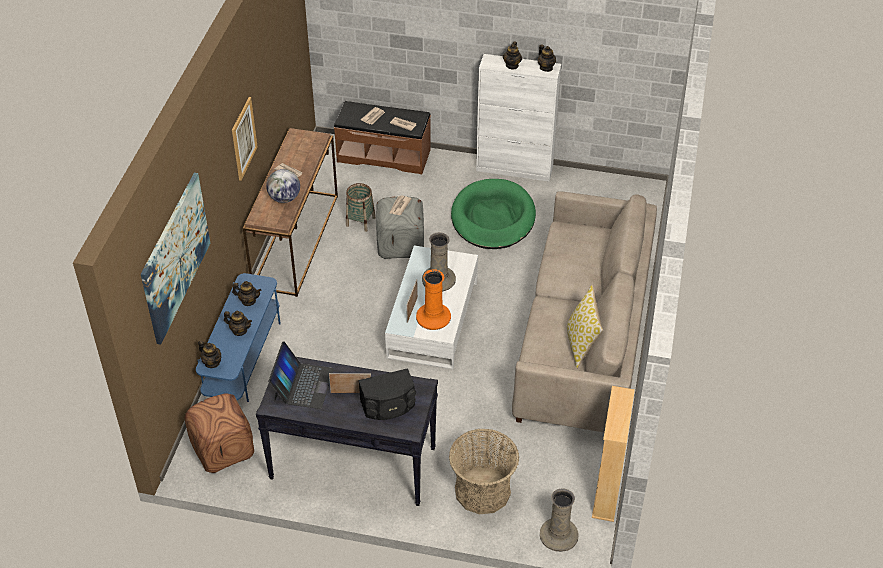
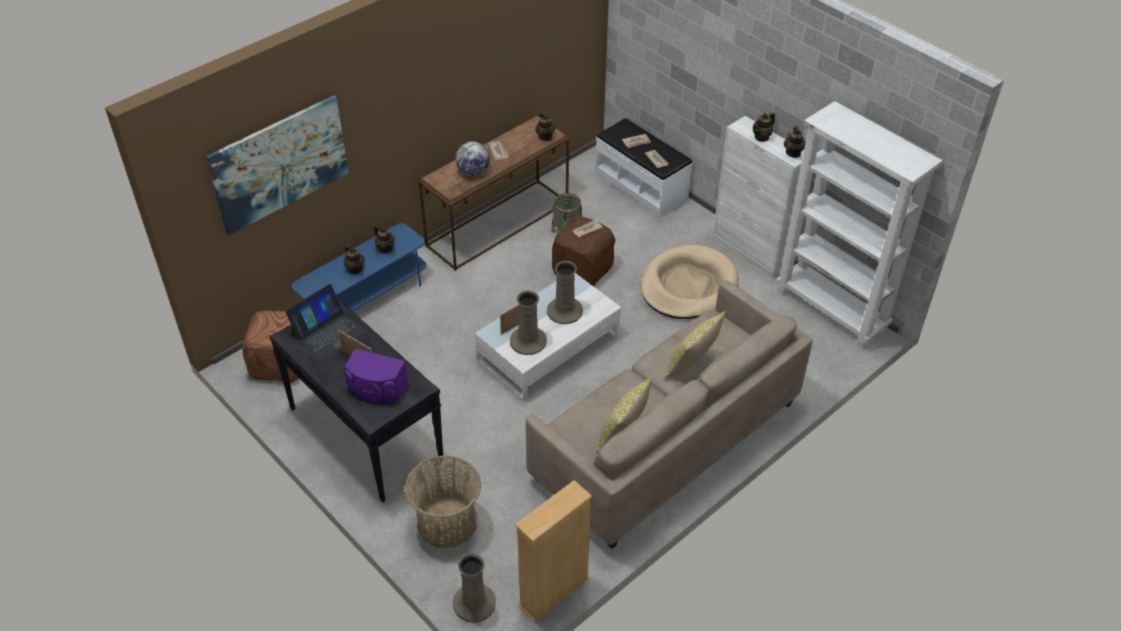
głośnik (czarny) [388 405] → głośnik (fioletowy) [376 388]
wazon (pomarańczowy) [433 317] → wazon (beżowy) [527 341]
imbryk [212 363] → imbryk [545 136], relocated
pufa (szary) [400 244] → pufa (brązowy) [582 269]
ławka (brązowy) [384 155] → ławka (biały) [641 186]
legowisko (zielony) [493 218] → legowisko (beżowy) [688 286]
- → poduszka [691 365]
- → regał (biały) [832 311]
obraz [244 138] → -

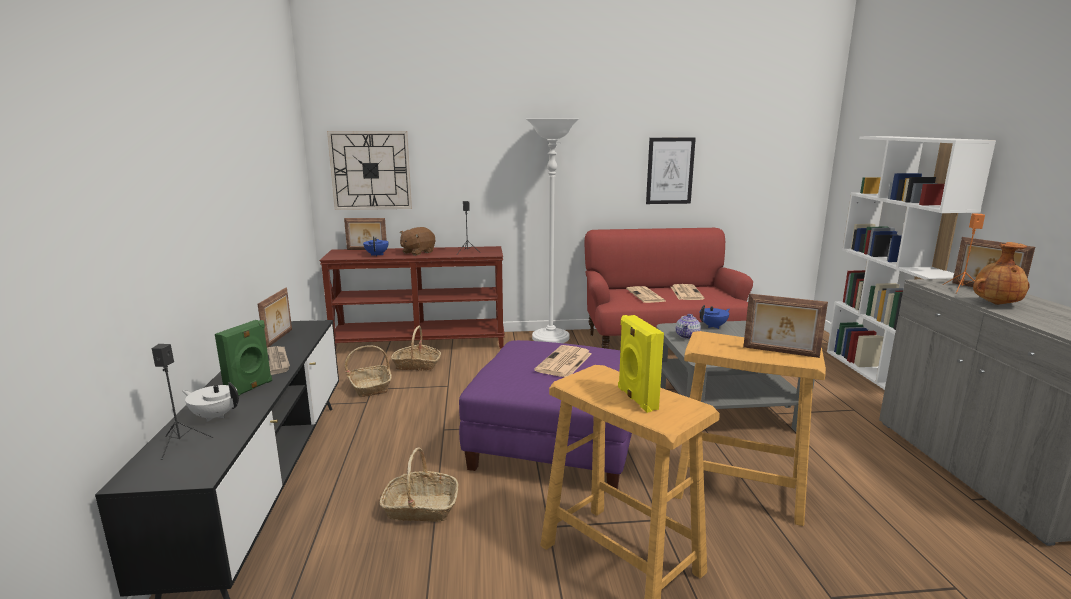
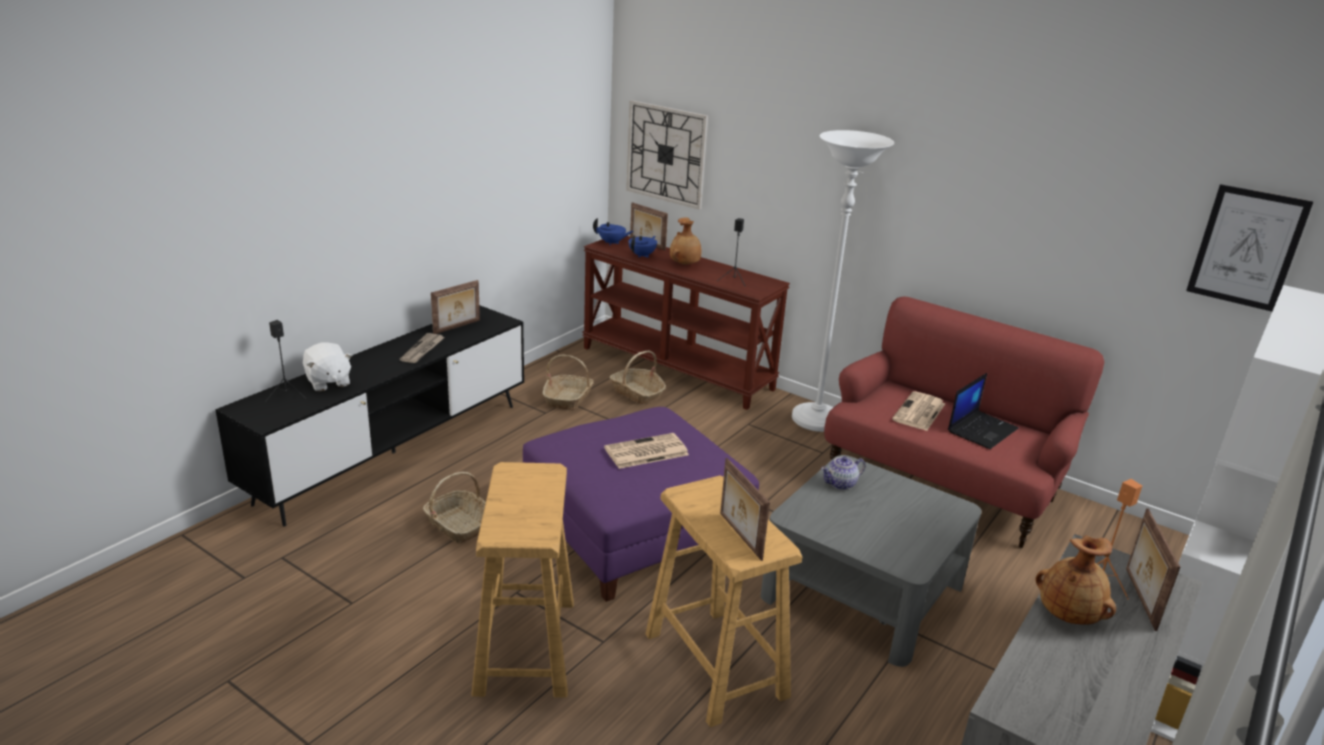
imbryk (biały) [215 416] → pluszak (biały) [328 382]
imbryk (niebieski) [713 326] → imbryk (niebieski) [612 243], relocated
pluszak (brązowy) [417 252] → wazon (brązowy) [685 264]
gazeta [686 293] → laptop [982 429]
obraz [670 171] → obraz [1247 248], relocated
głośnik (zielony) [250 389] → -
głośnik (żółty) [636 399] → -

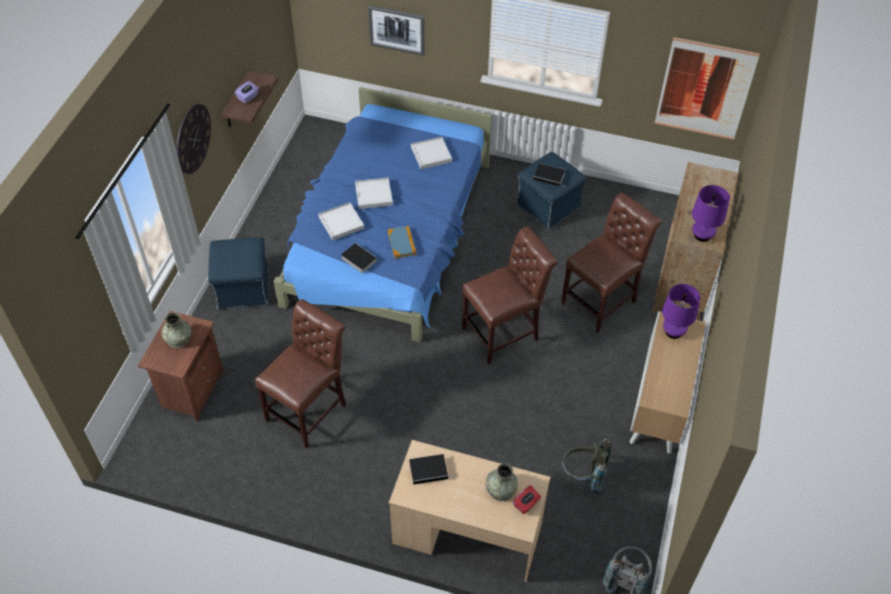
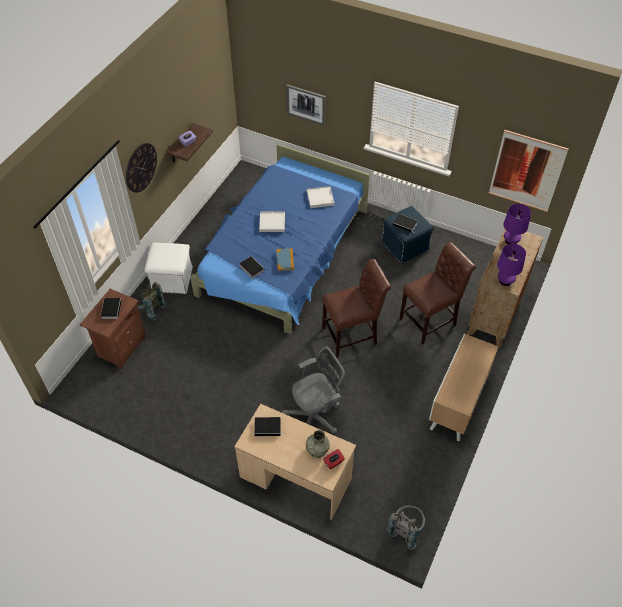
wazon (szary) [178 338] → książka [111 309]
plecak (szary) [583 476] → plecak (szary) [149 310], relocated
pufa (niebieski) [242 288] → pufa (biały) [171 279]
- → krzesło biurowe (szary) [315 416]
lampa stołowa (fioletowy) [673 331] → lampa stołowa (fioletowy) [511 240], relocated
krzesło (brązowy) [310 409] → -
taca (biały) [341 222] → -

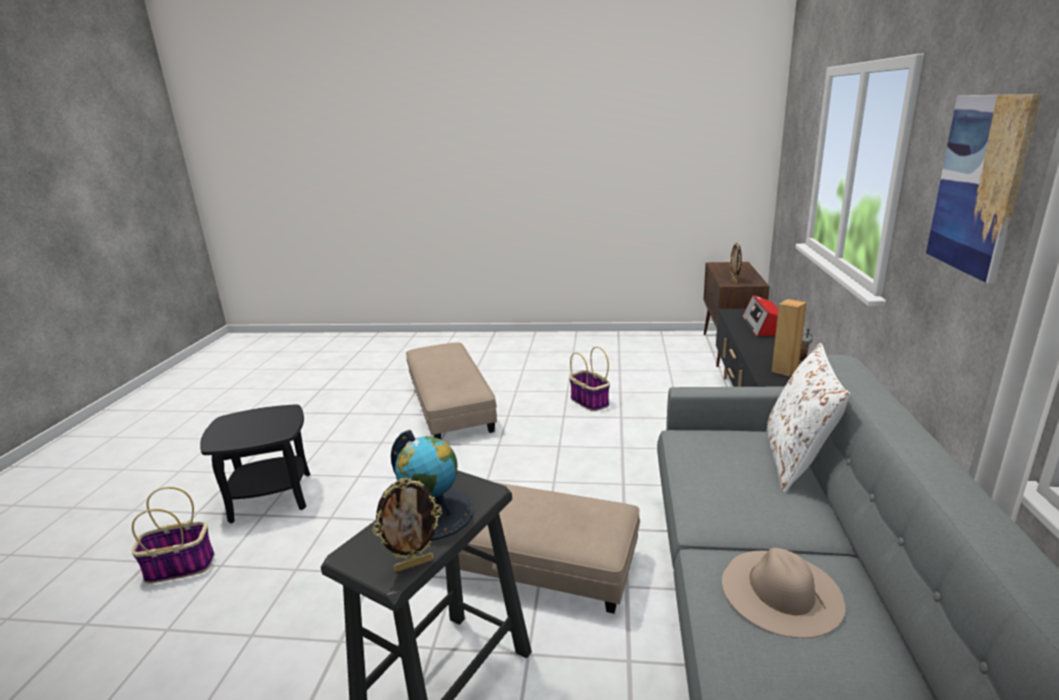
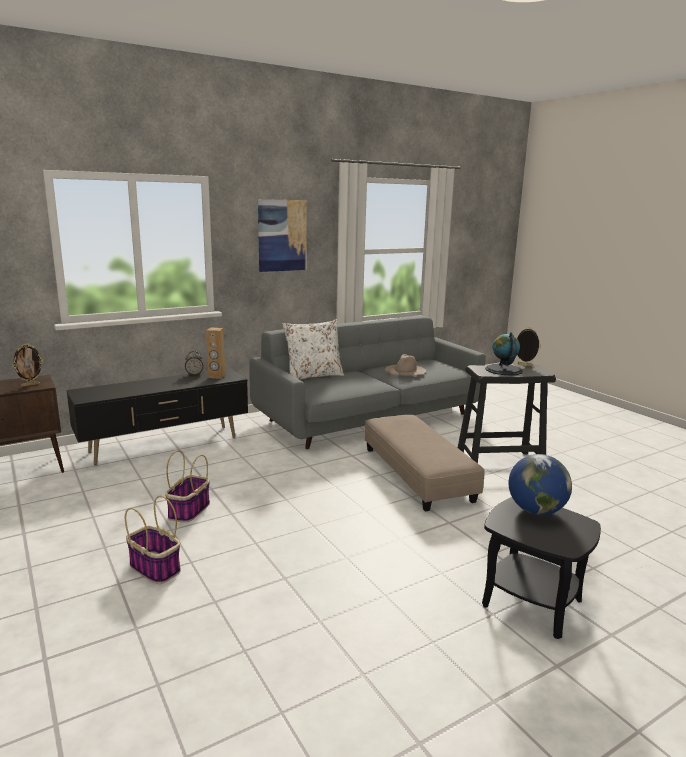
koszyk [178 567] → koszyk [156 568], relocated
- → globus [536 511]
pufa (beżowy) [450 404] → -
radio [762 326] → -

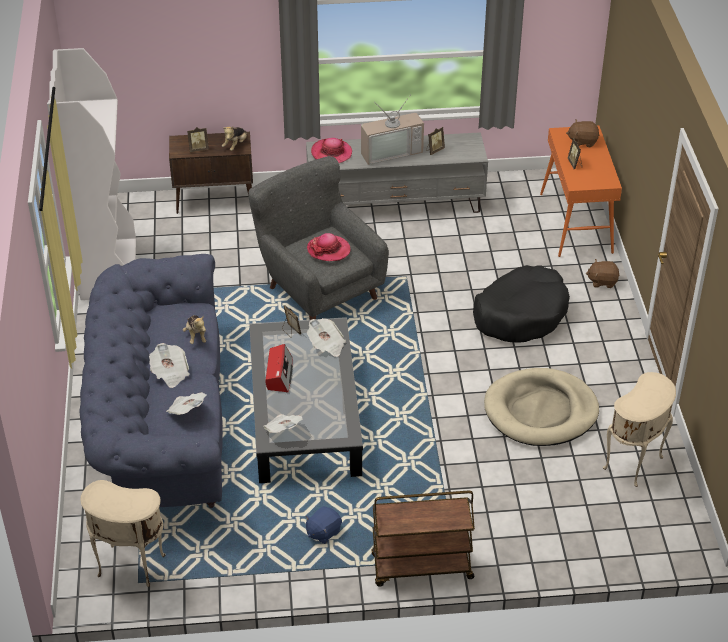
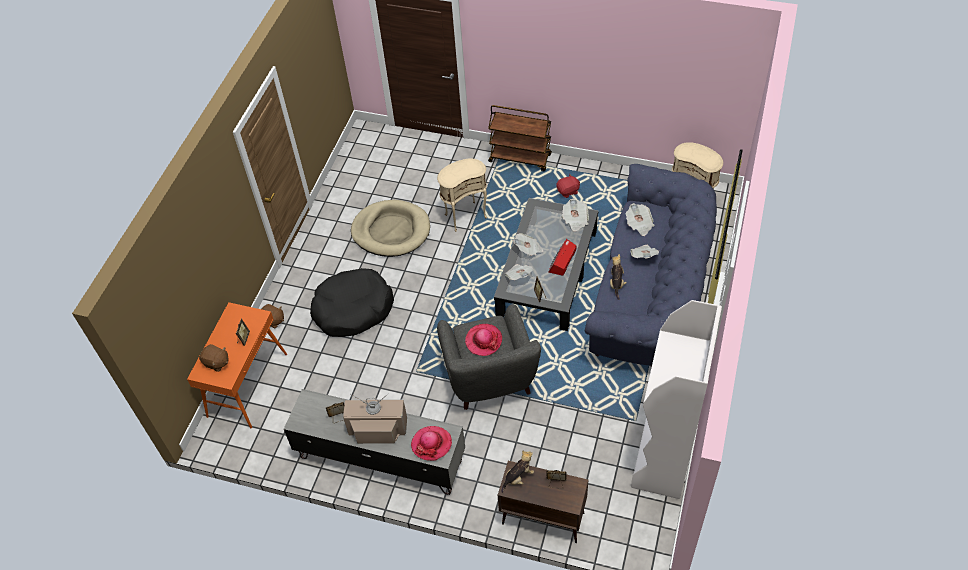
stolik (beżowy) [635 464] → stolik (beżowy) [464 215], relocated
- → gazeta [528 250]
pluszak (niebieski) [323 532] → pluszak (czerwony) [568 191]

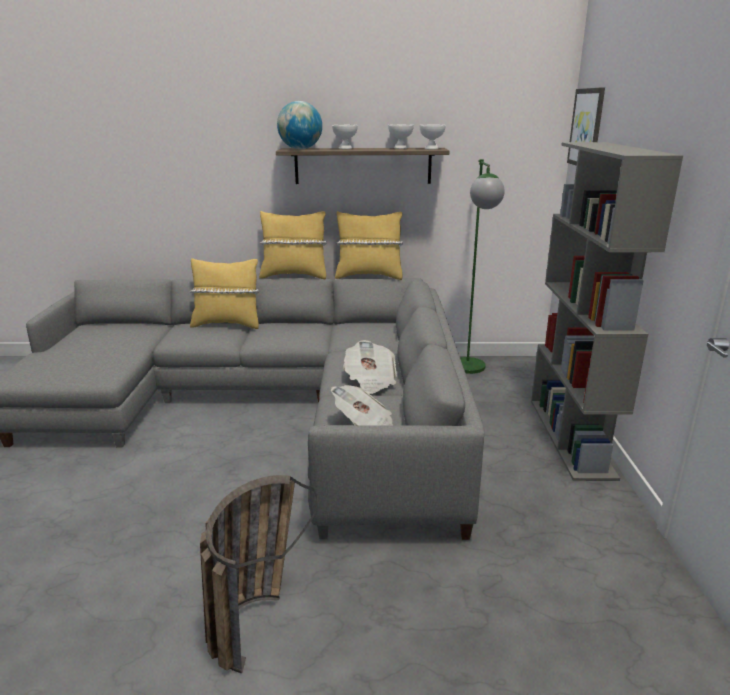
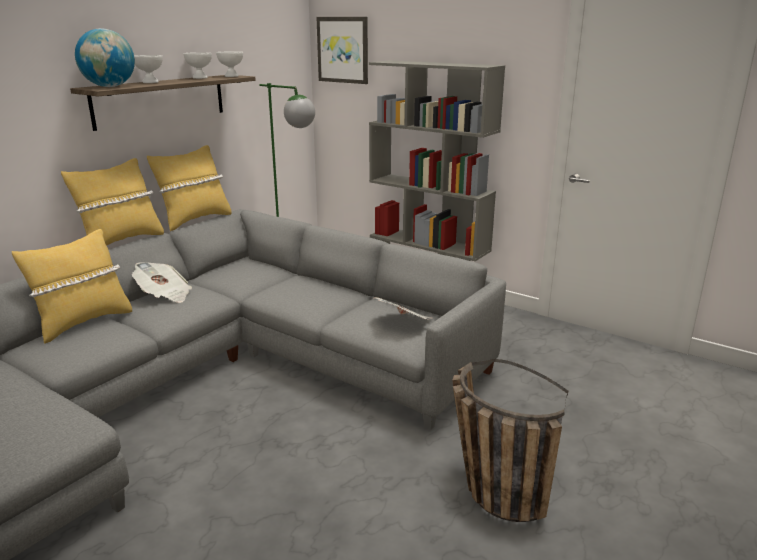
gazeta [370 381] → gazeta [164 295], relocated

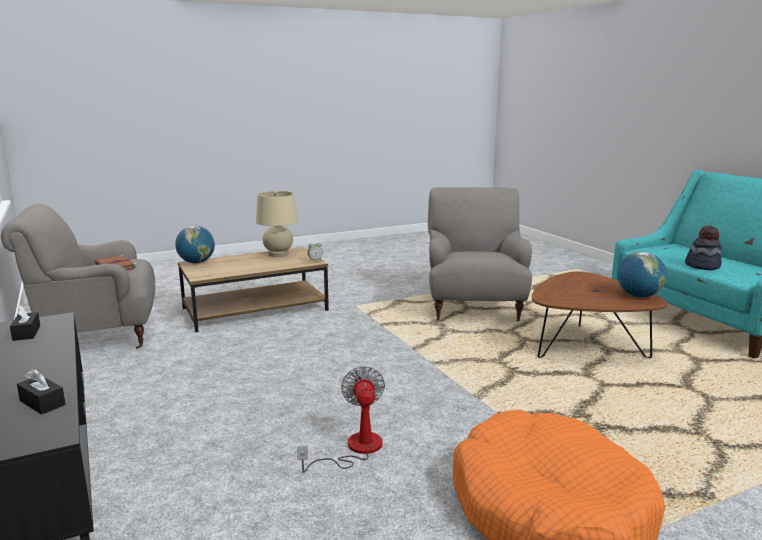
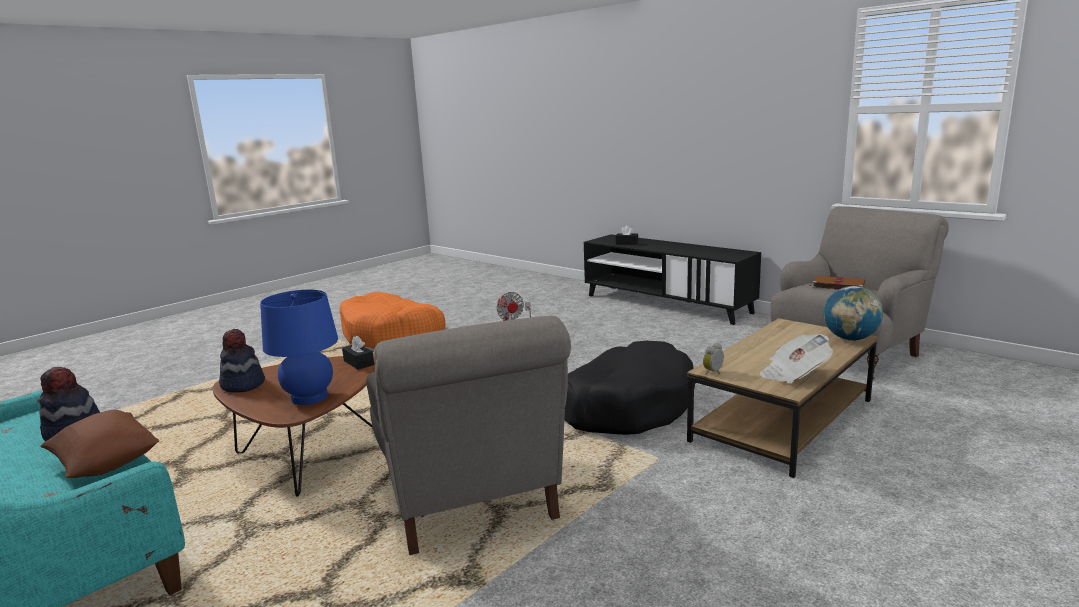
- → poduszka (brązowy) [106 464]
globus [638 296] → kapelusz [242 385]
- → lampa stołowa (niebieski) [309 397]
pudełko chusteczek (czarny) [26 333] → pudełko chusteczek (czarny) [359 363], relocated
- → legowisko (czarny) [626 405]
lampa stołowa (beżowy) [278 254] → gazeta [794 375]

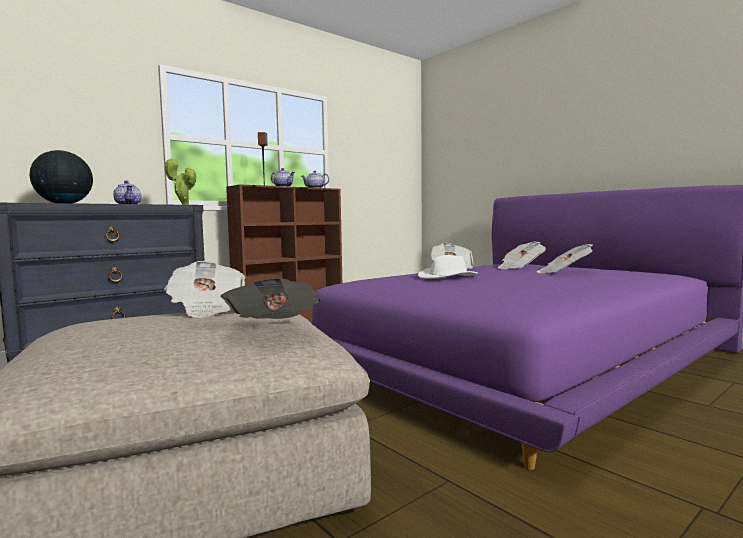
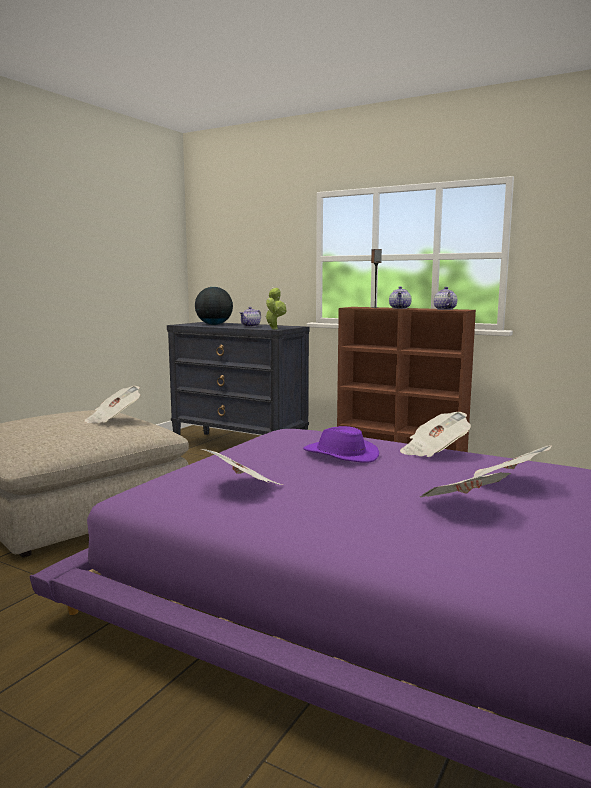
gazeta [274 328] → gazeta [242 487], relocated
kapelusz (biały) [447 277] → kapelusz (fioletowy) [340 455]

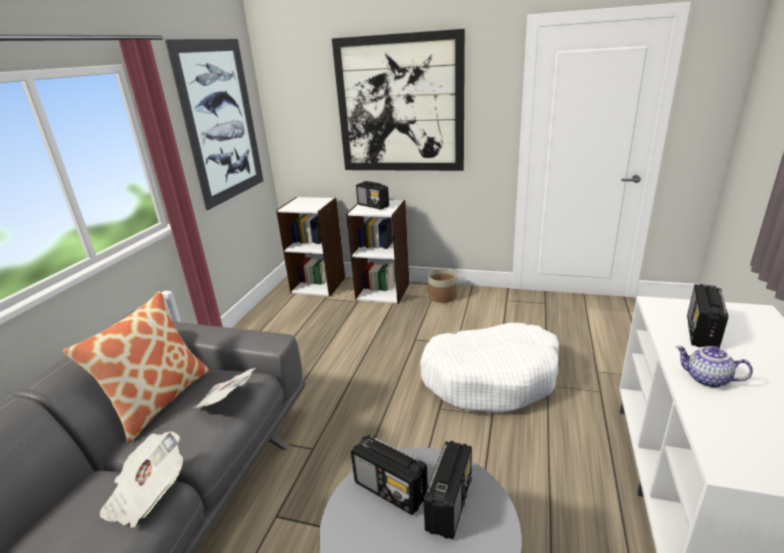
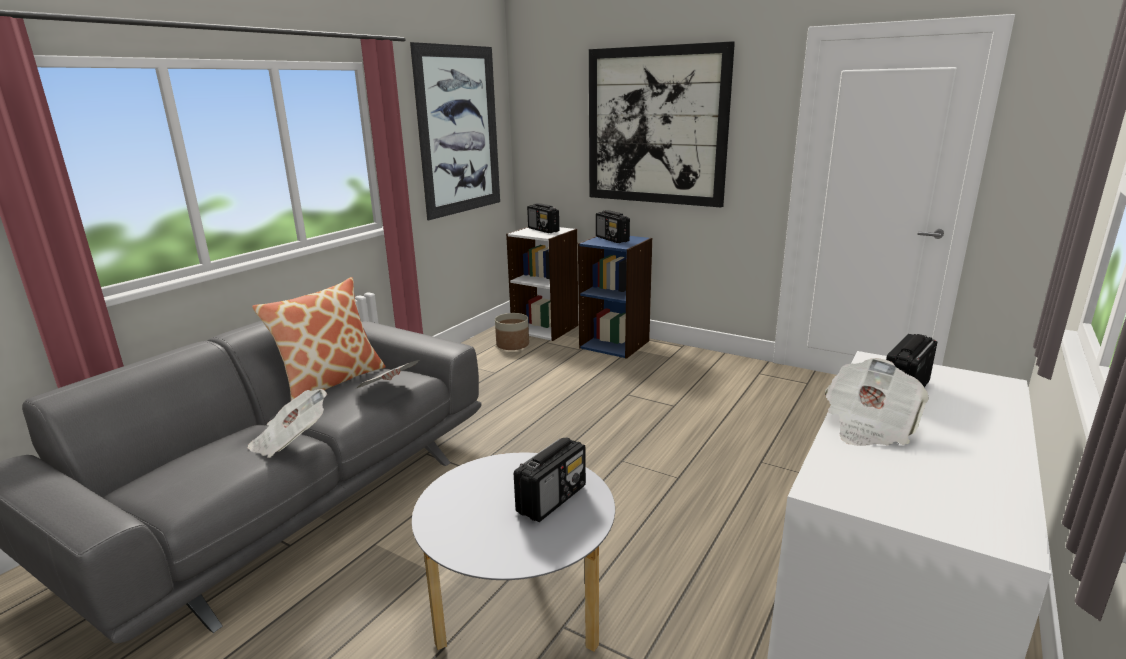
donica [442 296] → donica [513 344], relocated
radio [391 490] → radio [543 230], relocated
regał (biały) [383 291] → regał (niebieski) [615 344]
imbryk [706 379] → gazeta [869 426]
legowisko (biały) [491 378] → -

